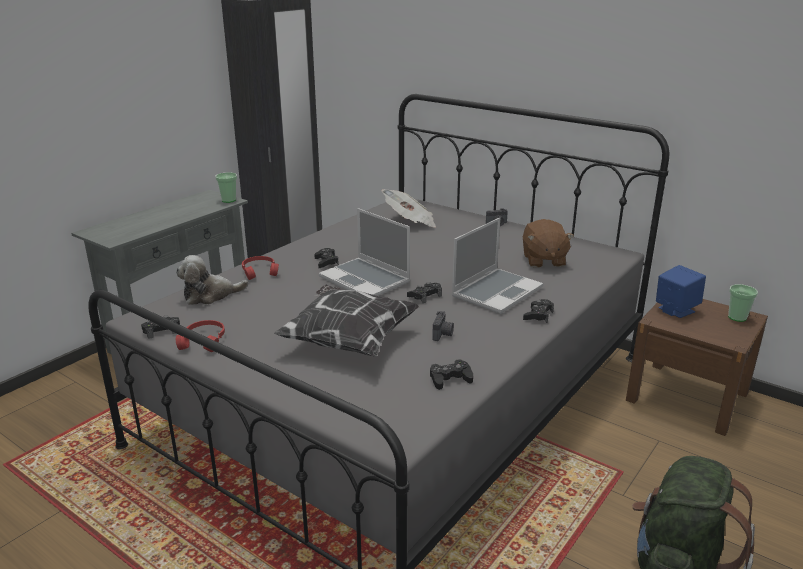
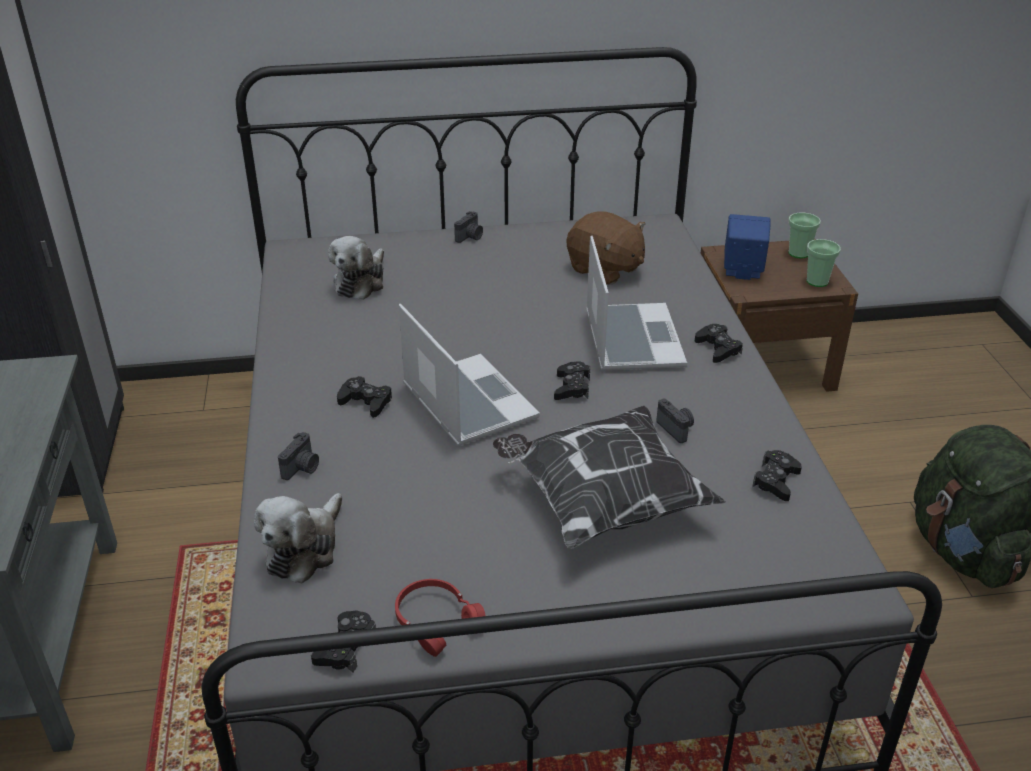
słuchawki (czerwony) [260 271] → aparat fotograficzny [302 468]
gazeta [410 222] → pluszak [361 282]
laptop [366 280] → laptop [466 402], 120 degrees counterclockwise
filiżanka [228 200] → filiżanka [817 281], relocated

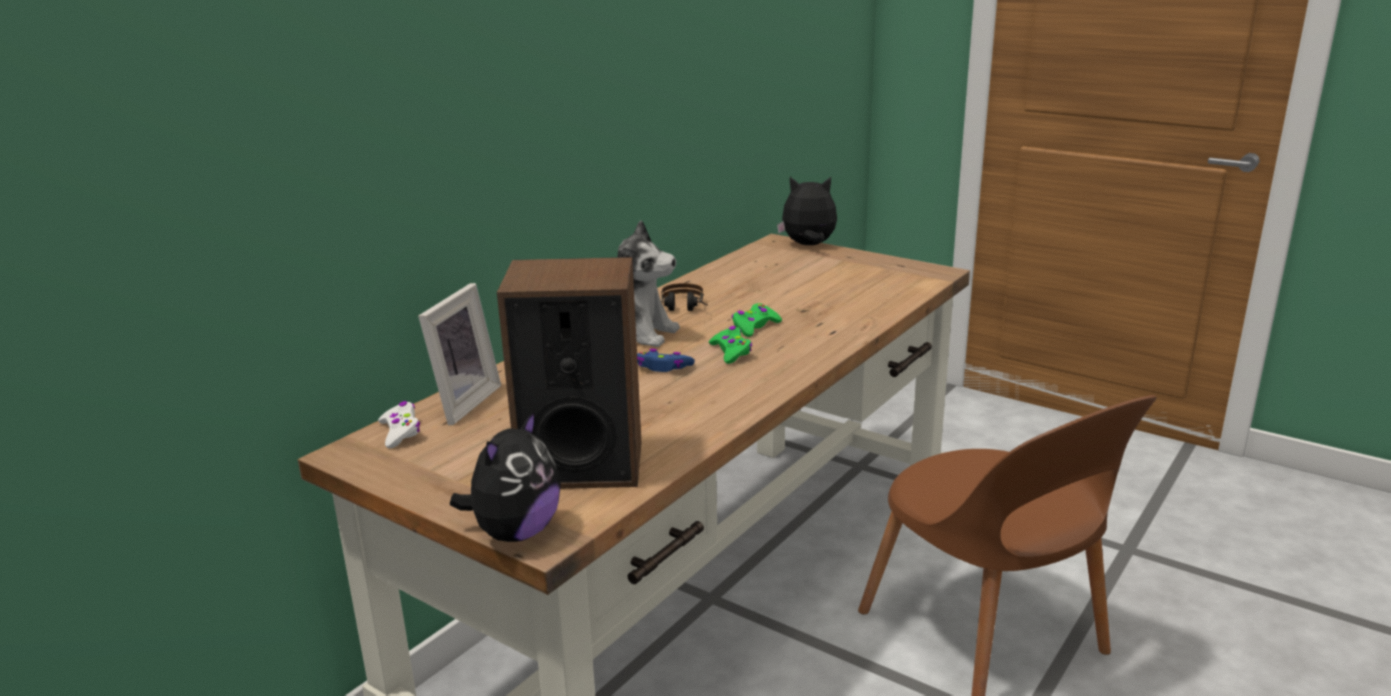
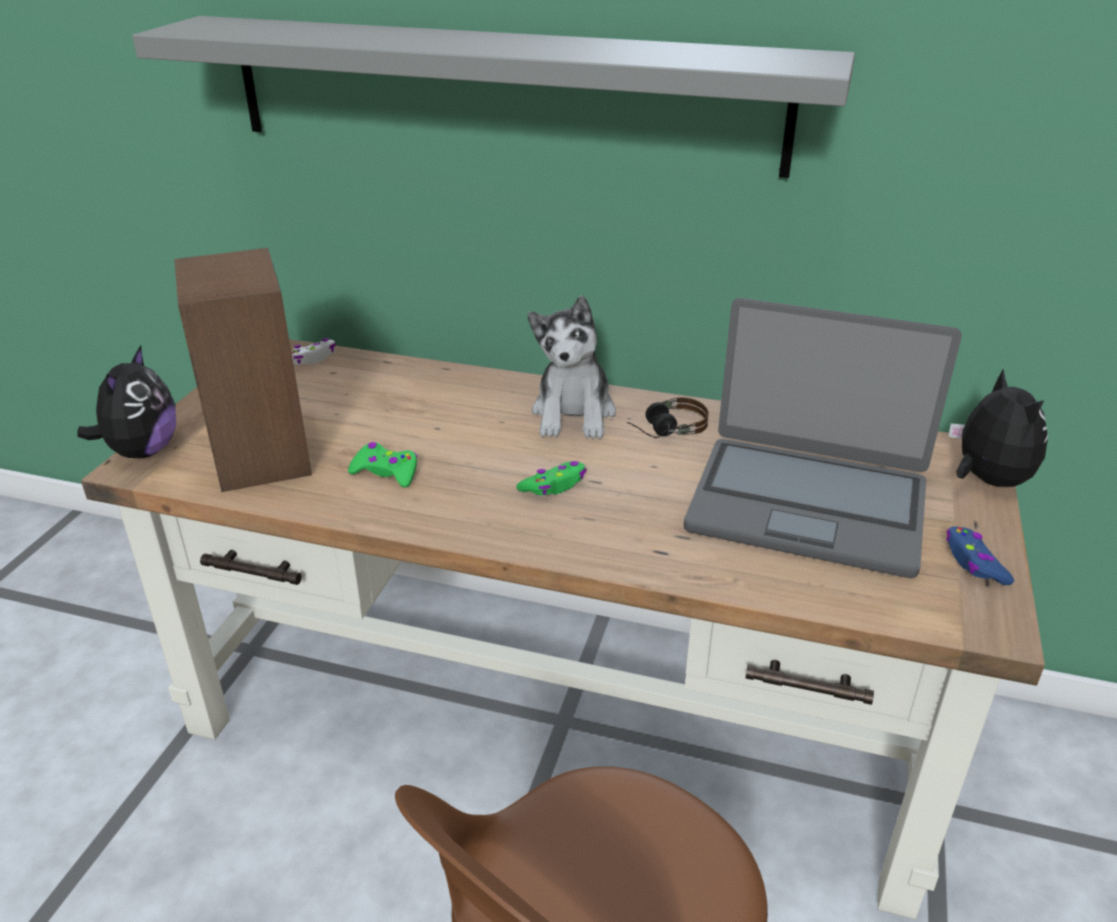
pluszak [515 532] → pluszak [142 451], 90 degrees counterclockwise
- → półka (szary) [501 94]
pad do gier (zielony) [754 326] → pad do gier (zielony) [386 472], relocated
- → laptop [807 505]
pad do gier (niebieski) [663 367] → pad do gier (niebieski) [974 563], relocated
ramka na zdjęcie [460 403] → -

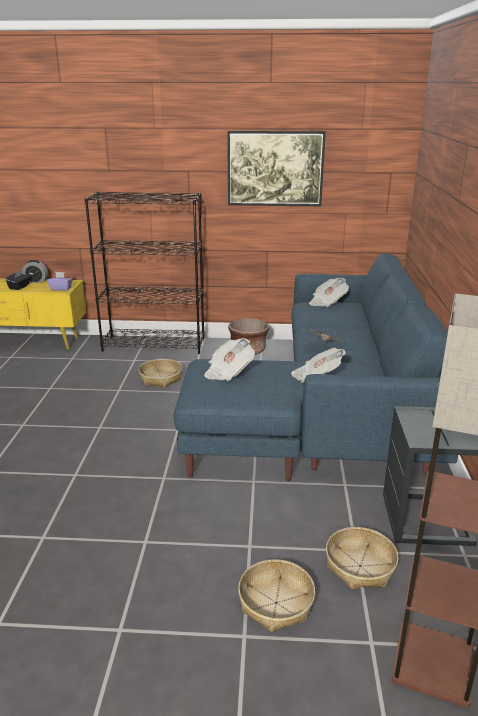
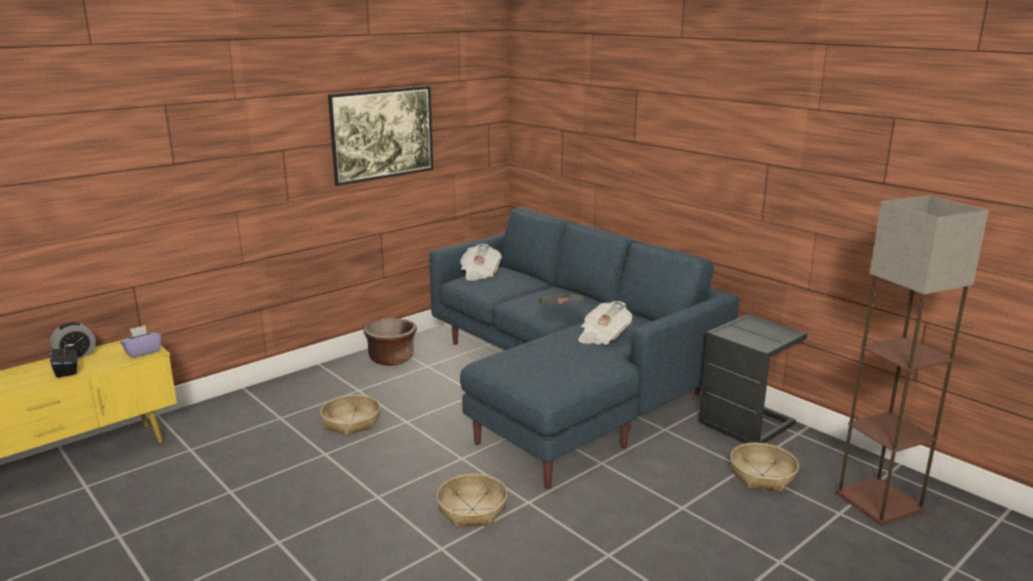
koszyk [276 603] → koszyk [472 509], relocated
regał (czarny) [154 344] → -
gazeta [228 372] → -

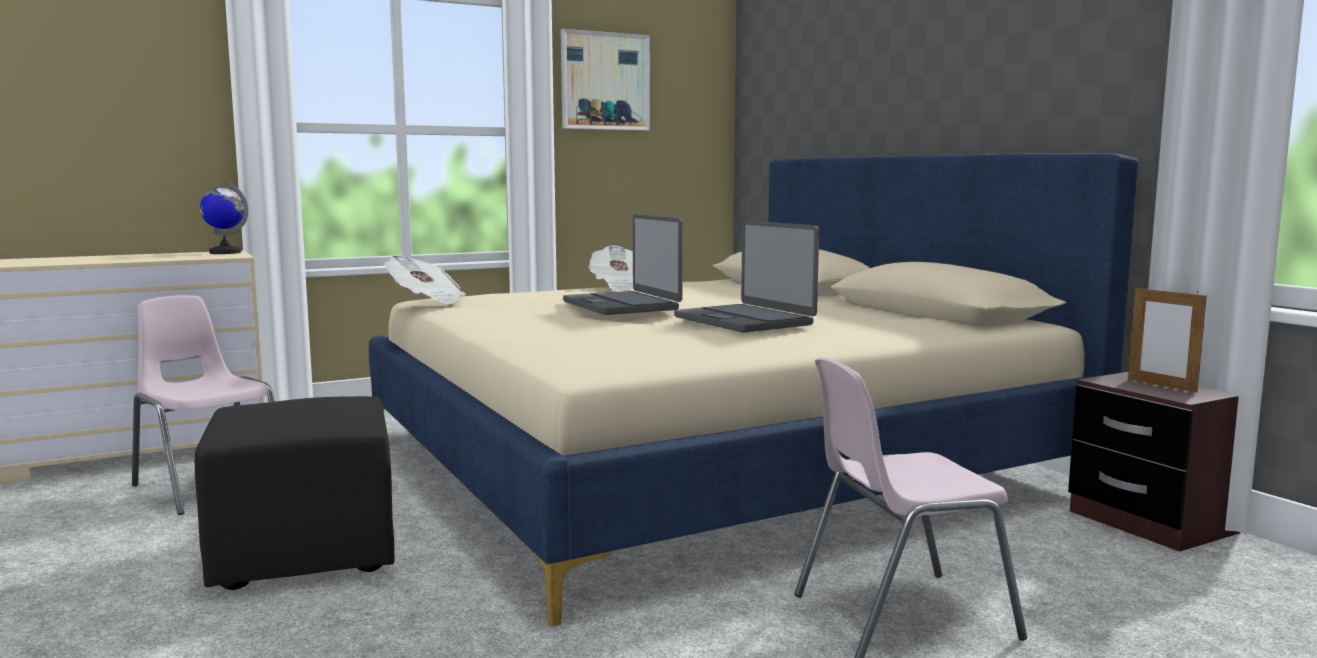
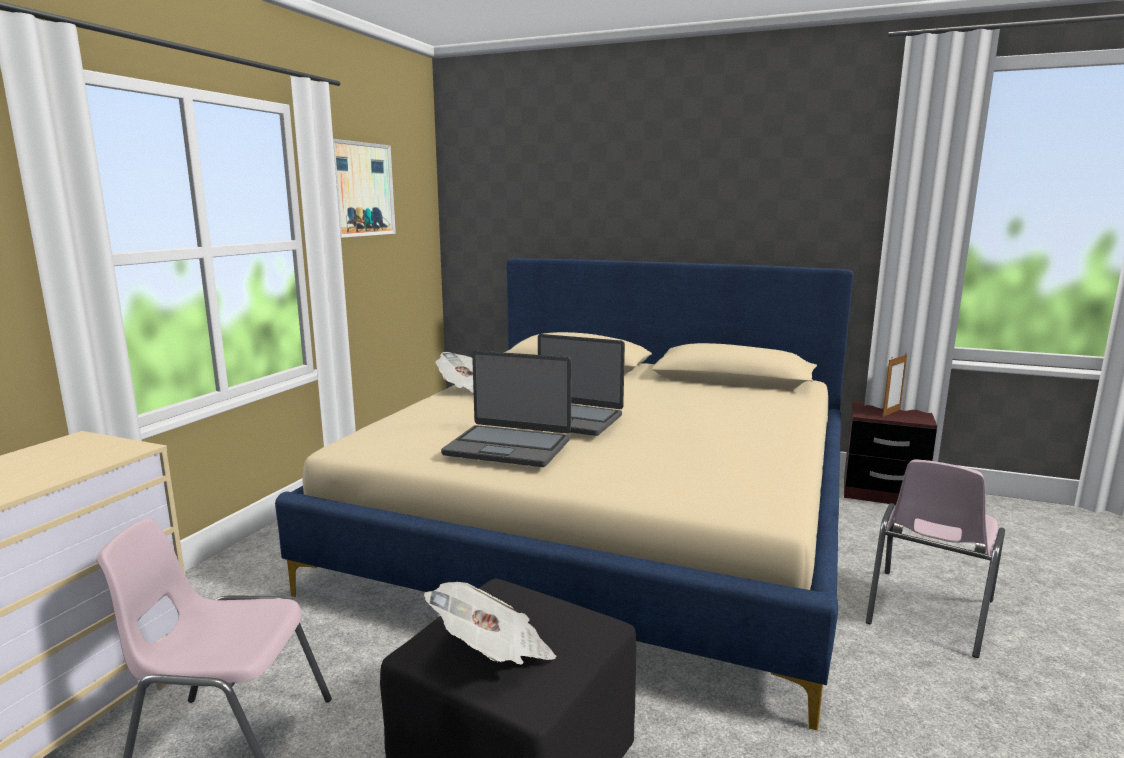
gazeta [426 301] → gazeta [493 653], relocated
laptop [744 321] → laptop [508 447], relocated
ramka na zdjęcie [1161 385] → ramka na zdjęcie [892 412], 60 degrees counterclockwise
globus [225 252] → -

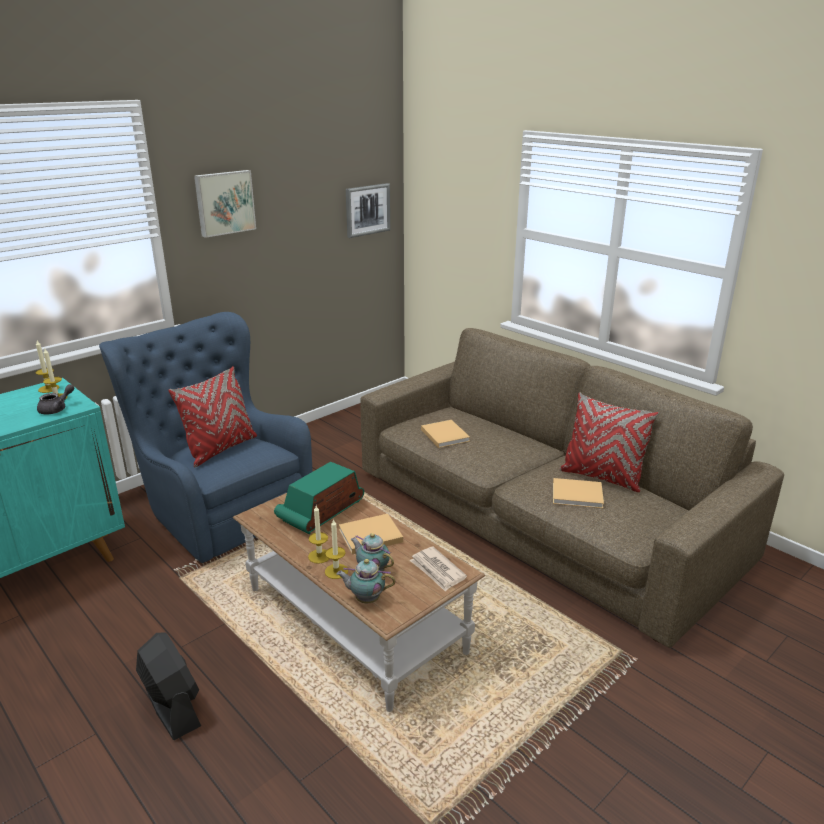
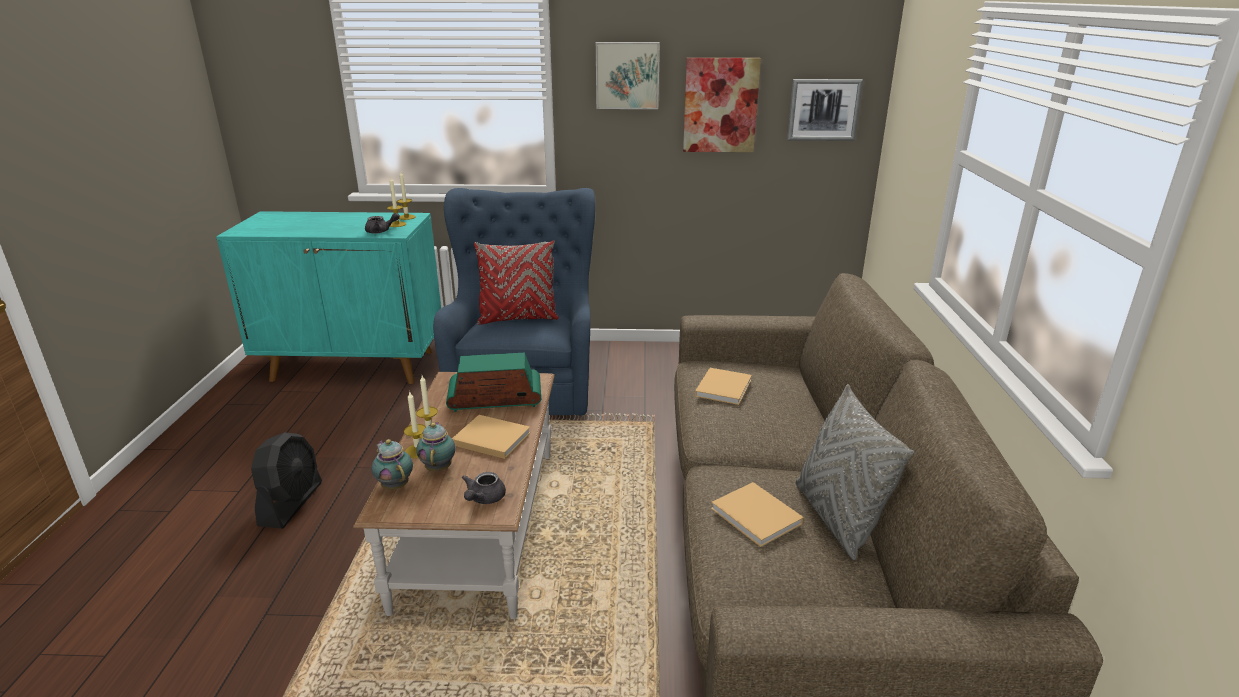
gazeta [437 571] → imbryk (szary) [483 499]
- → obraz [720 105]
poduszka (czerwony) [601 477] → poduszka (szary) [837 518]

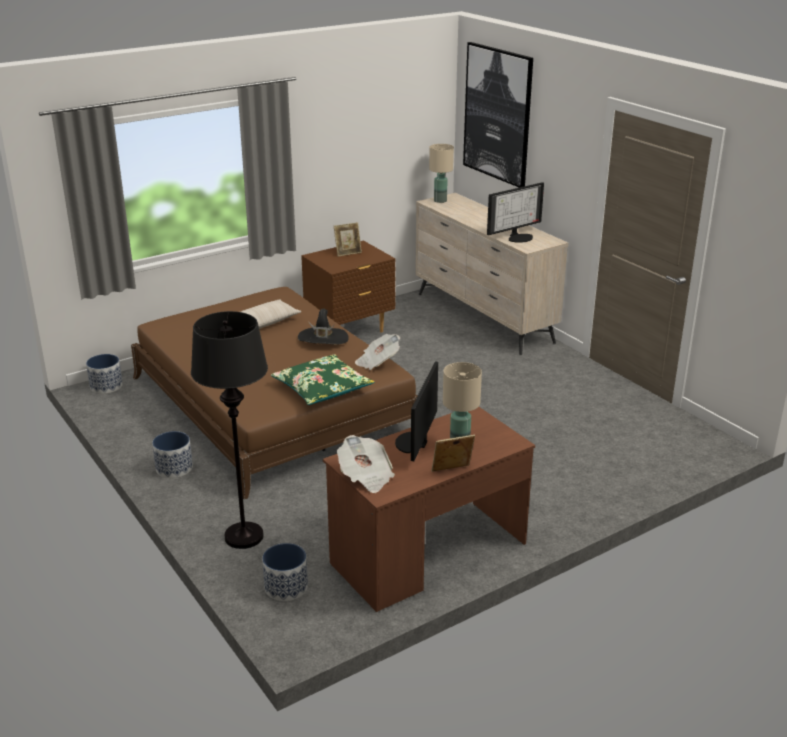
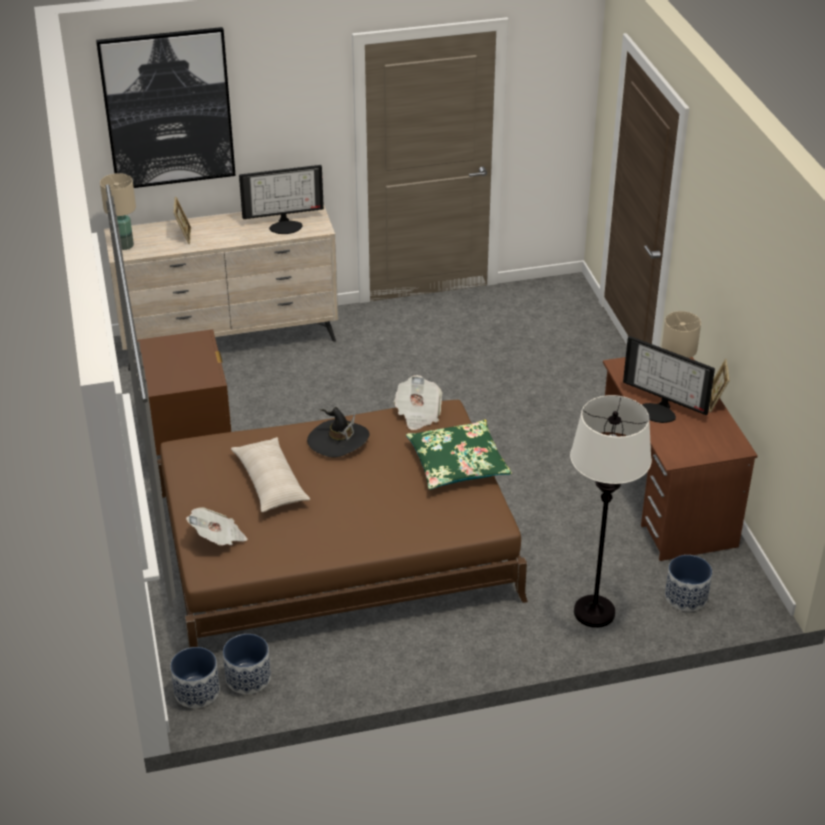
ramka na zdjęcie [348 253] → ramka na zdjęcie [184 236], relocated
gazeta [366 477] → gazeta [218 538], relocated
donica [174 468] → donica [248 678], relocated
monitor [519 237] → monitor [285 225], 90 degrees clockwise
lampa stojąca (czarny) [243 536] → lampa stojąca (biały) [594 612]

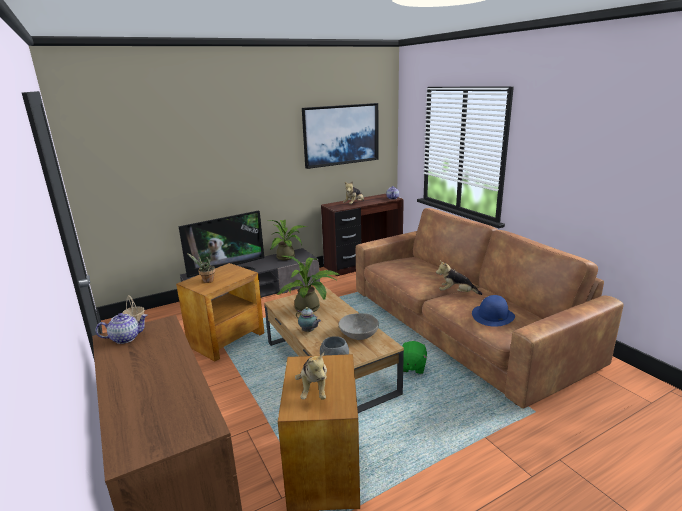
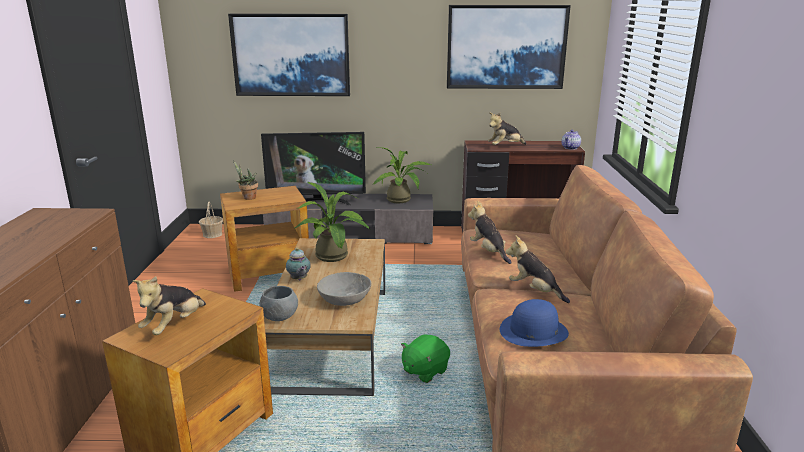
- → obraz [291 55]
- → pluszak [488 252]
imbryk [126 338] → -

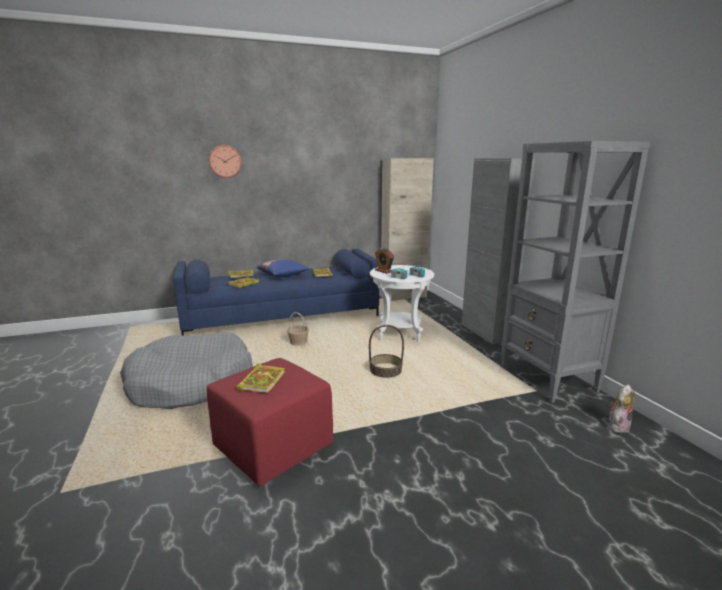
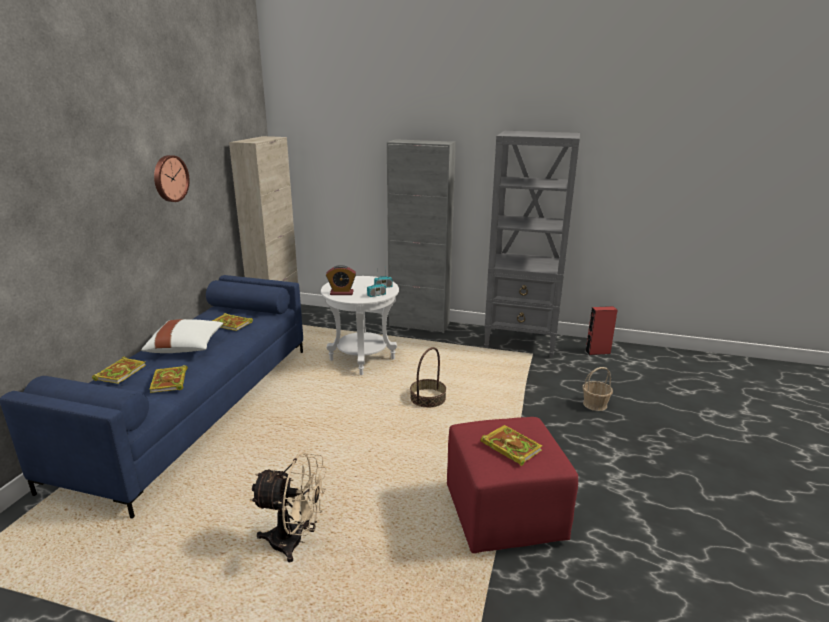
poduszka (niebieski) [283 276] → poduszka (biały) [186 347]
zegar ścienny [225 161] → zegar ścienny [169 178], relocated
legowisko (szary) [191 384] → wentylator (beżowy) [295 542]
koszyk [298 342] → koszyk [595 404], relocated
pluszak [617 426] → głośnik (czerwony) [597 352]

